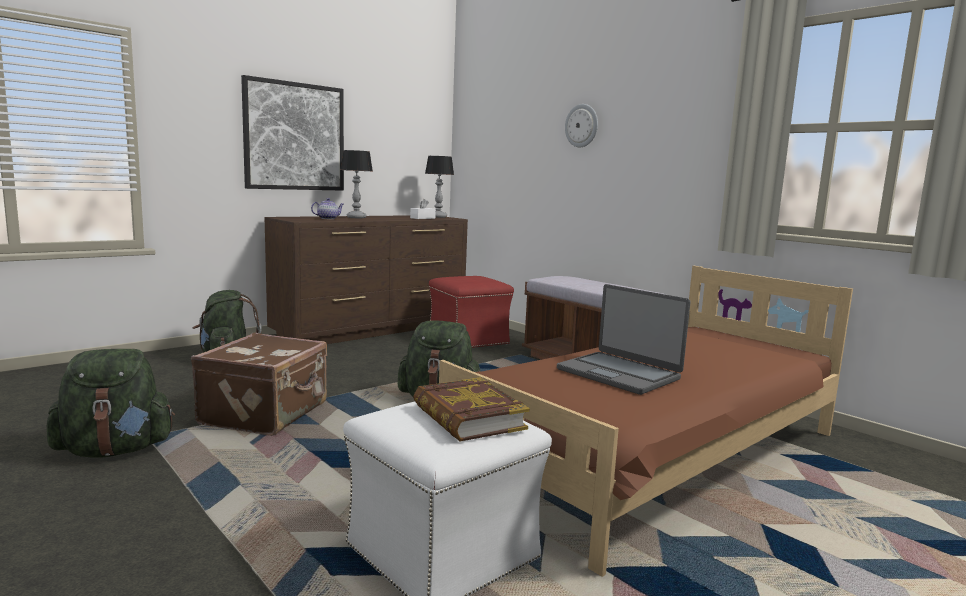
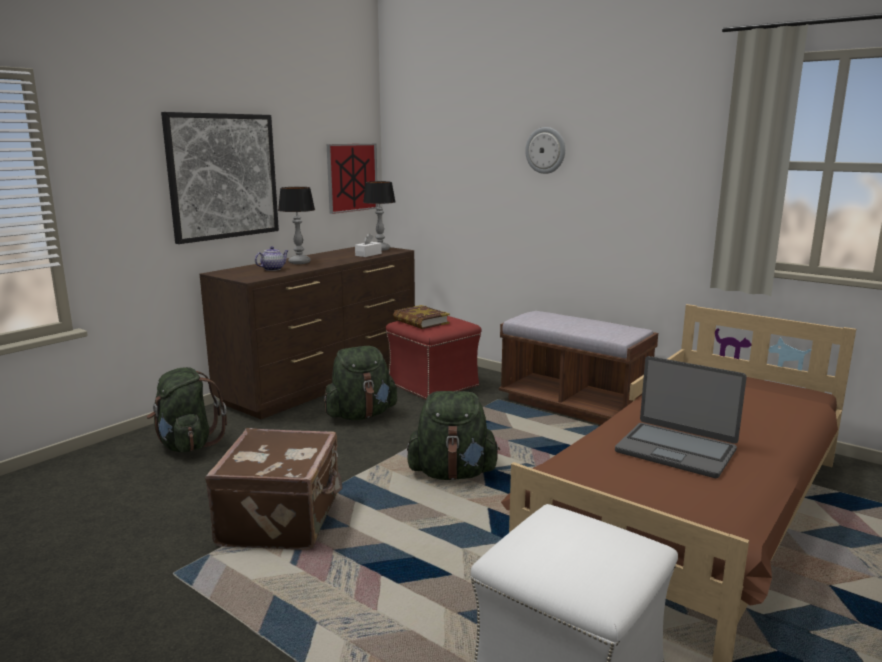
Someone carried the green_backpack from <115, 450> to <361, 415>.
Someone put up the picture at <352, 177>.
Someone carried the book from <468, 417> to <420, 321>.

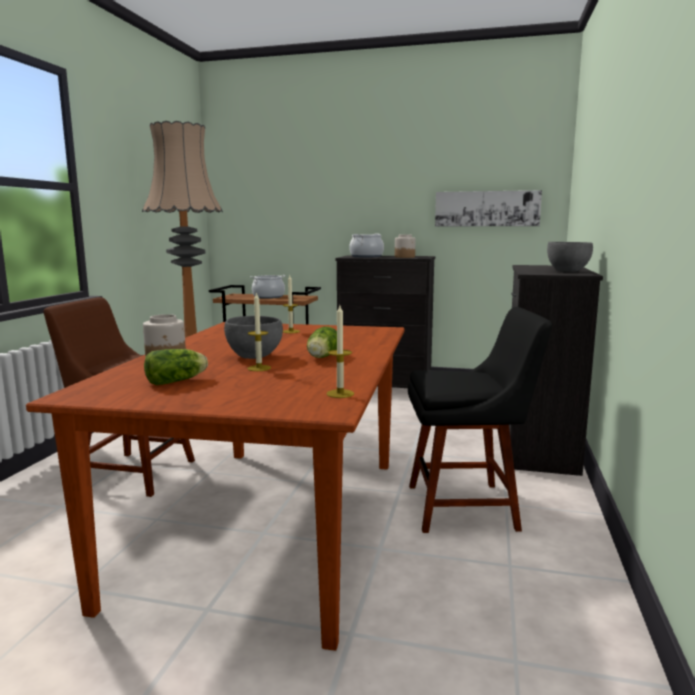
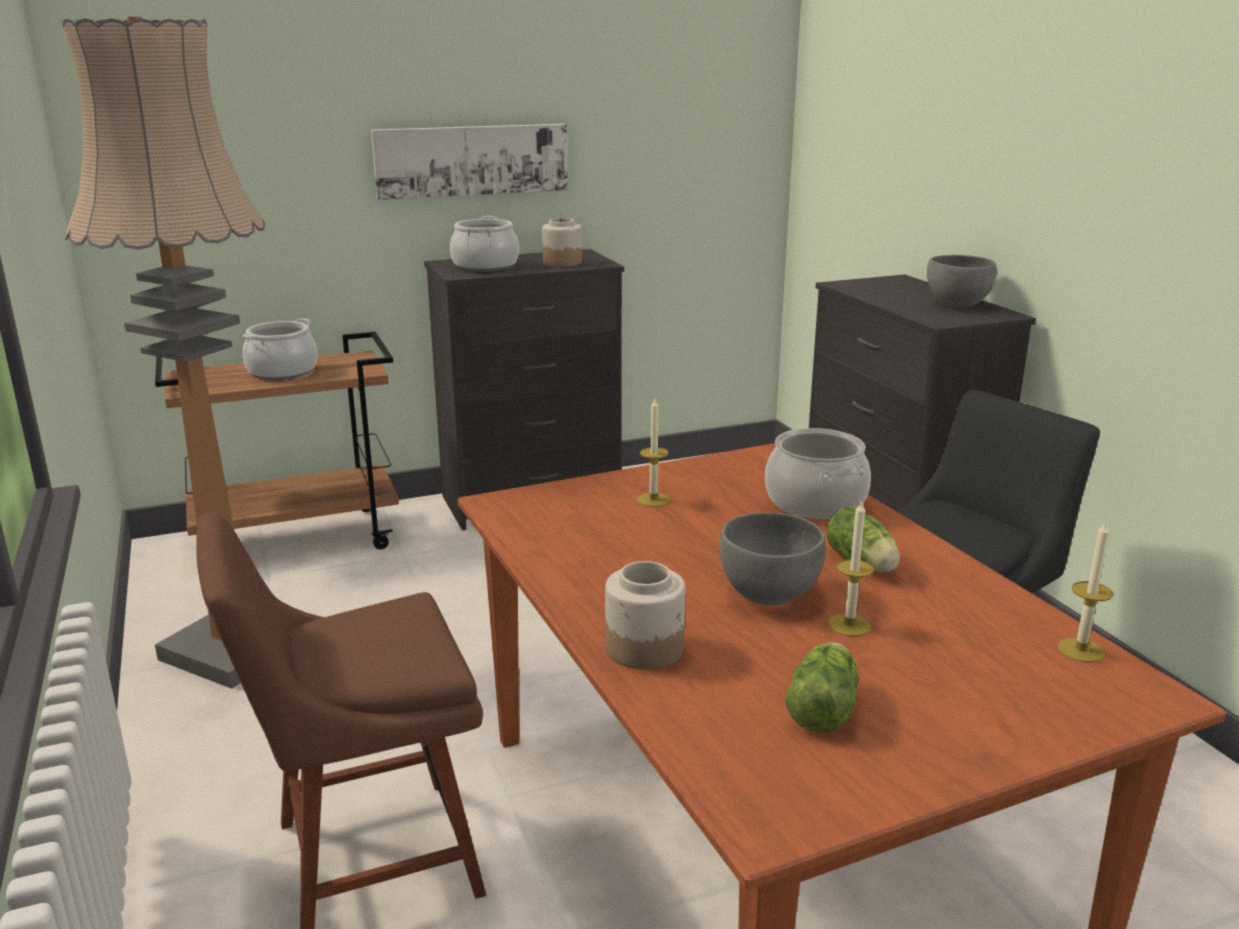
Someone carried the picture from <487, 208> to <472, 160>.
Someone put down the cooking_pot at <814, 502>.

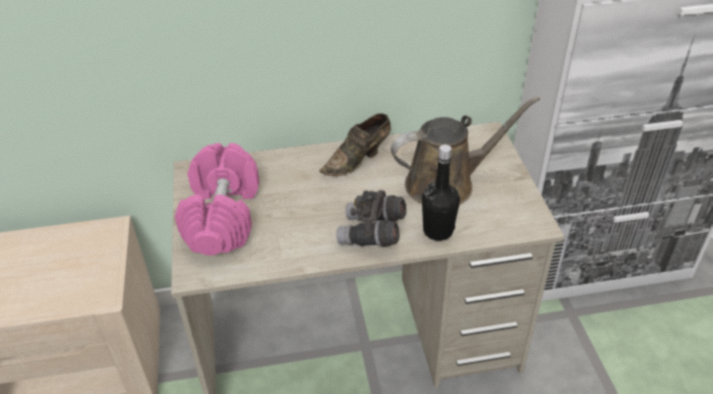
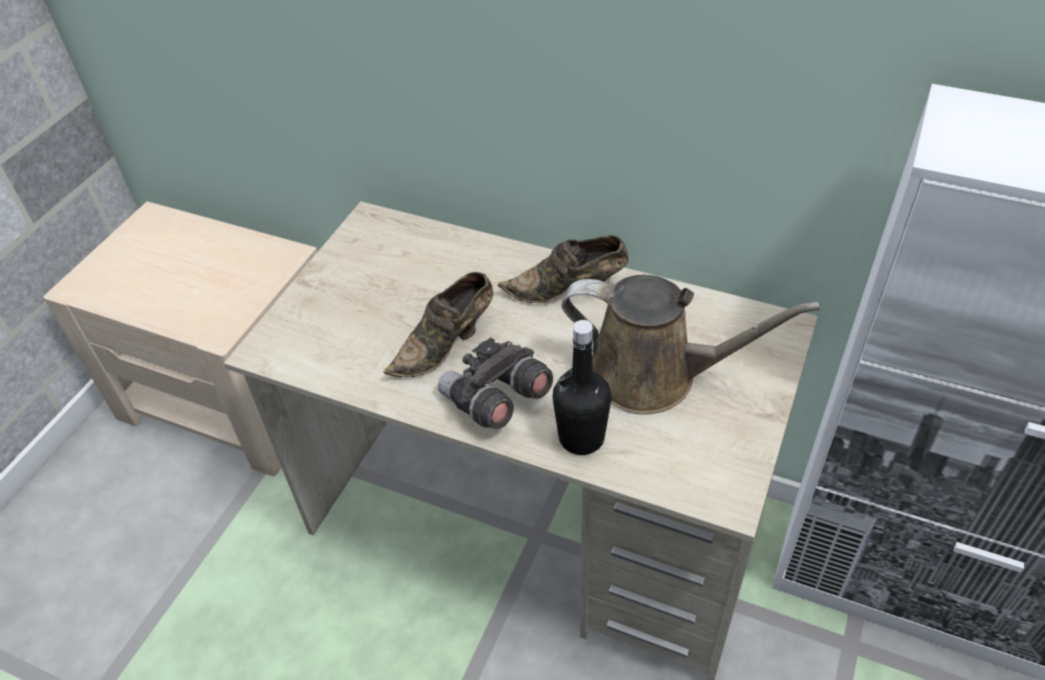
Someone put down the brown_shoe at <446, 345>.
Someone took away the pink_dumbbell at <222, 216>.

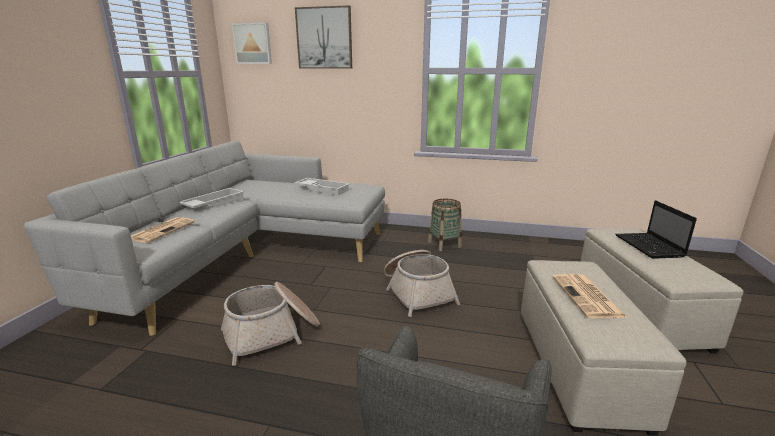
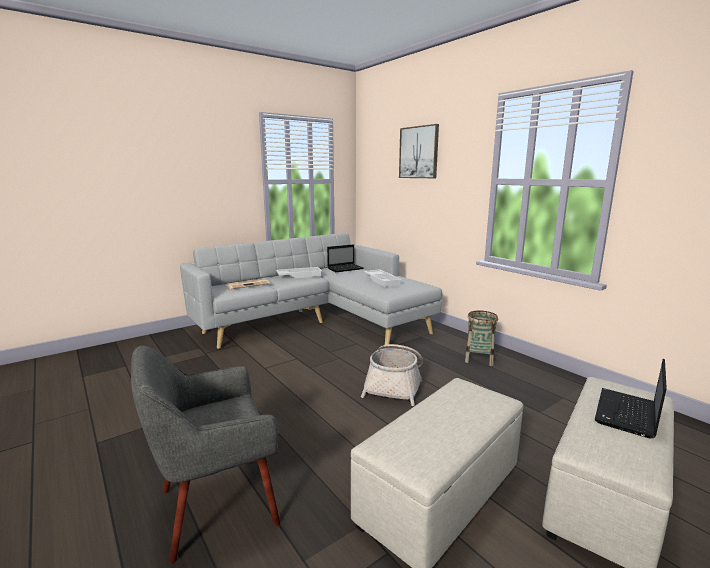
Someone put down the laptop at <346, 268>.
Someone took away the basket at <272, 333>.
Someone took away the picture at <253, 44>.
Someone took away the newspaper at <588, 297>.

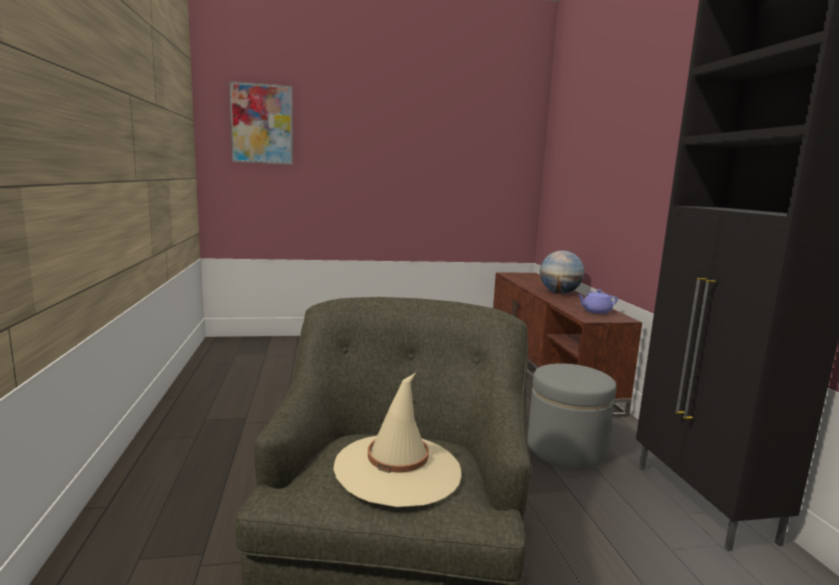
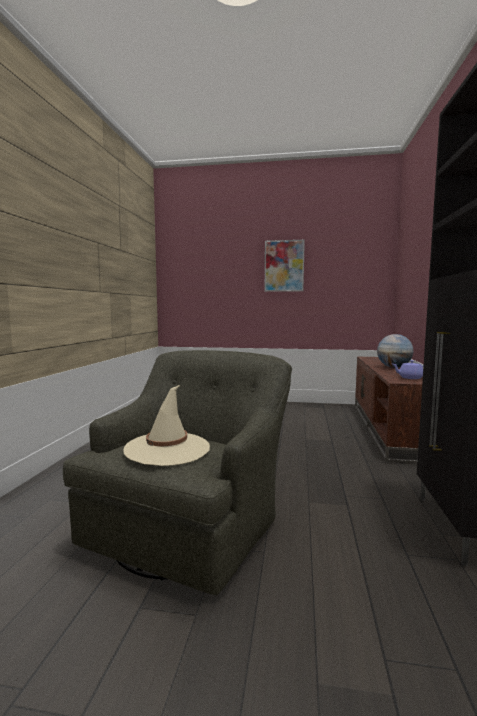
Someone carried the picture from <262, 124> to <284, 266>.
Someone took away the grey_ottoman at <566, 448>.

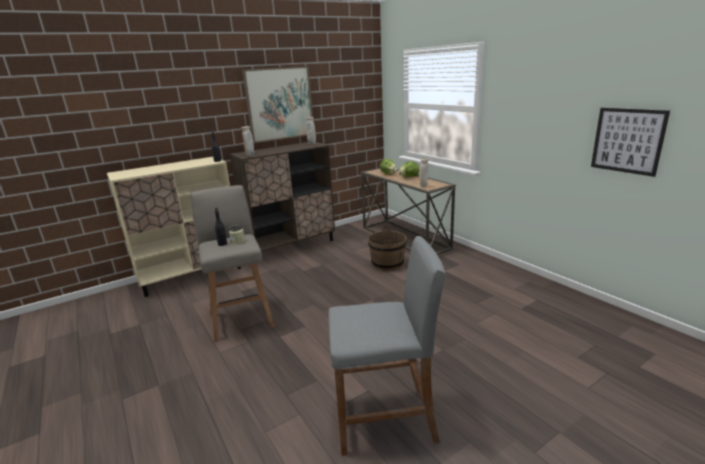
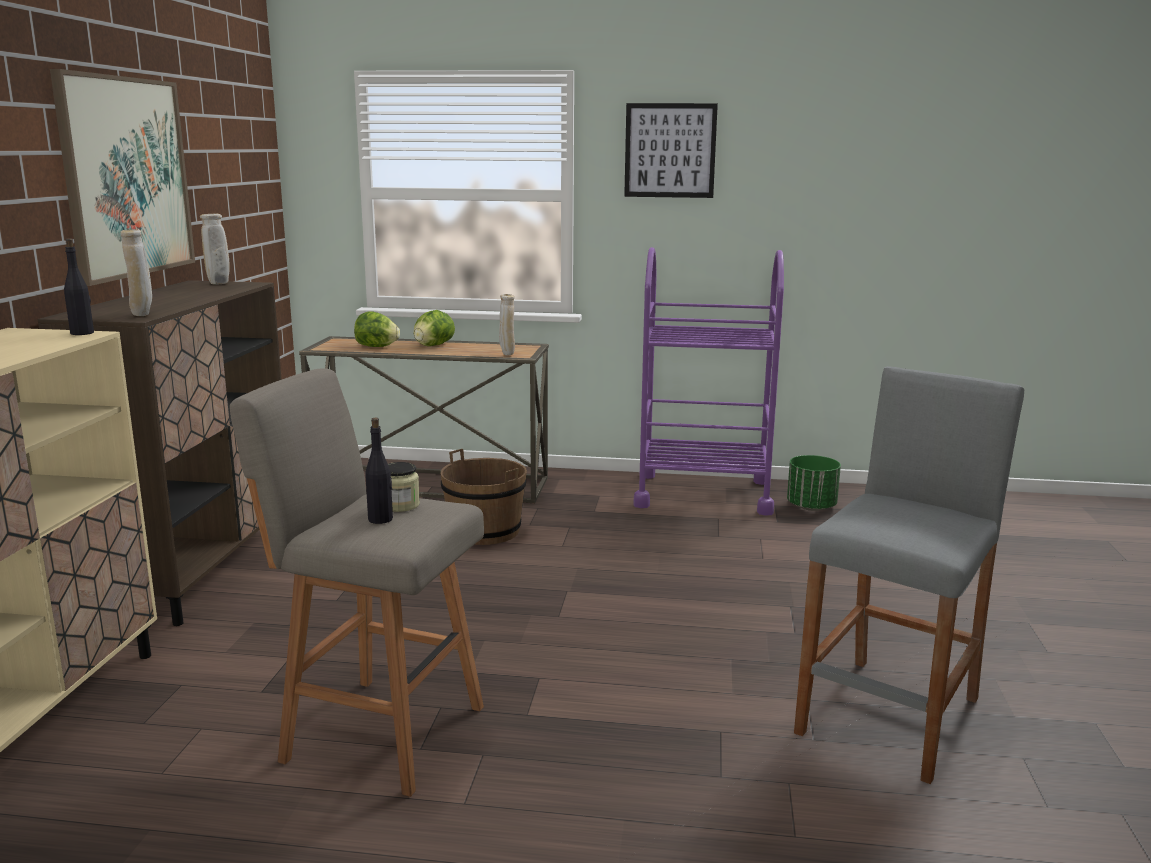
Someone carried the picture from <627, 141> to <670, 150>.
Someone put down the purple_cart at <703, 493>.
Someone put down the green_planter at <811, 507>.

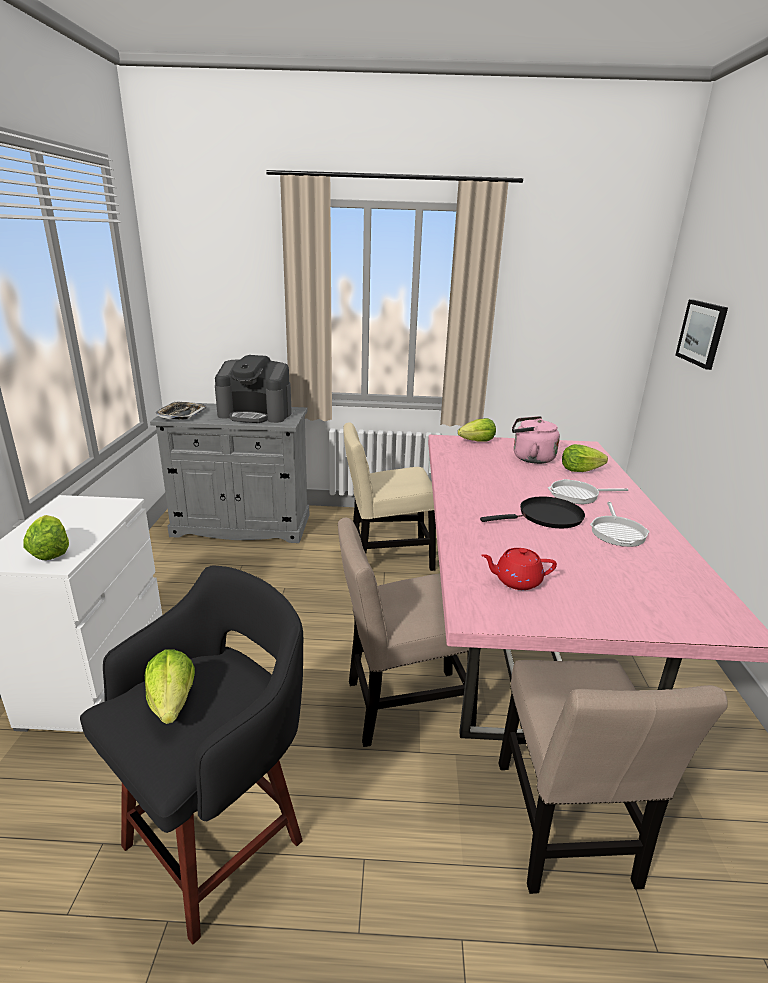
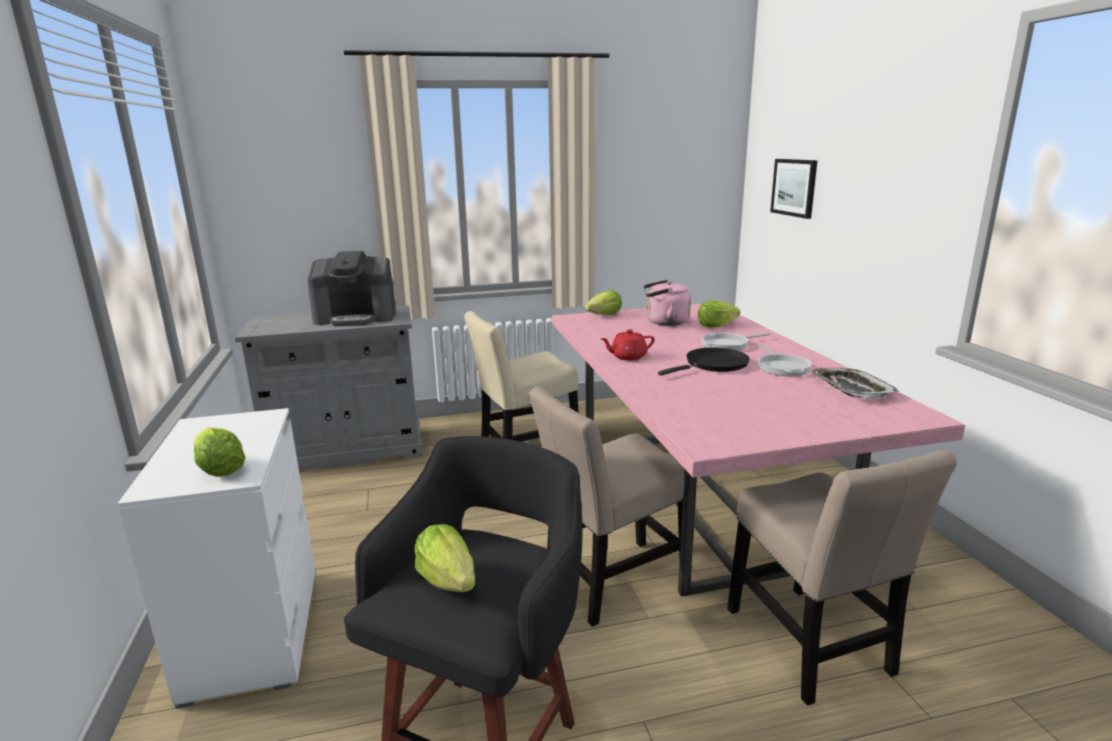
Someone carried the red_teapot from <516, 581> to <627, 357>.
Someone carried the tray from <181, 414> to <850, 388>.

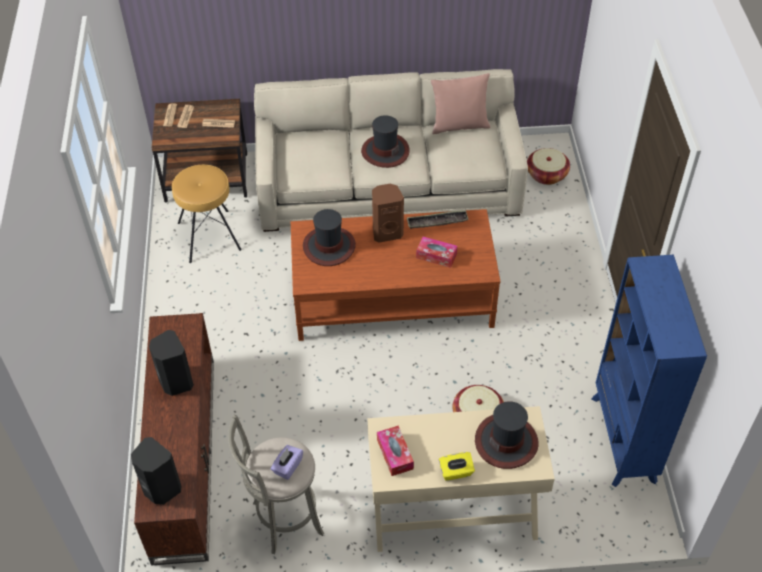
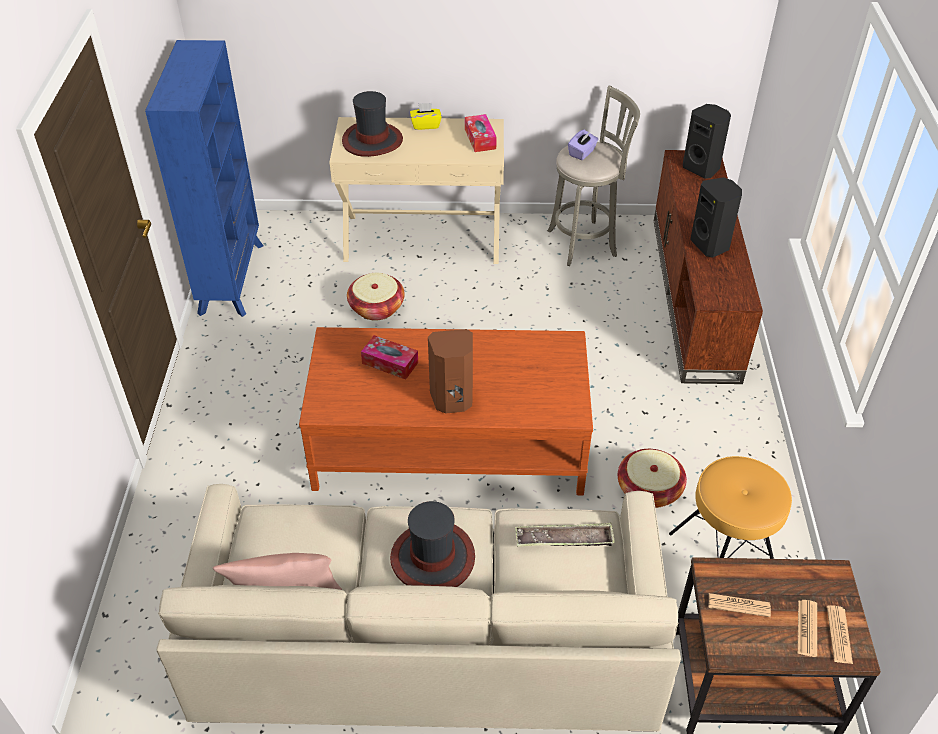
Someone carried the tray from <437, 222> to <564, 539>.
Someone carried the basket from <546, 174> to <649, 490>.
Someone took away the hat at <329, 246>.

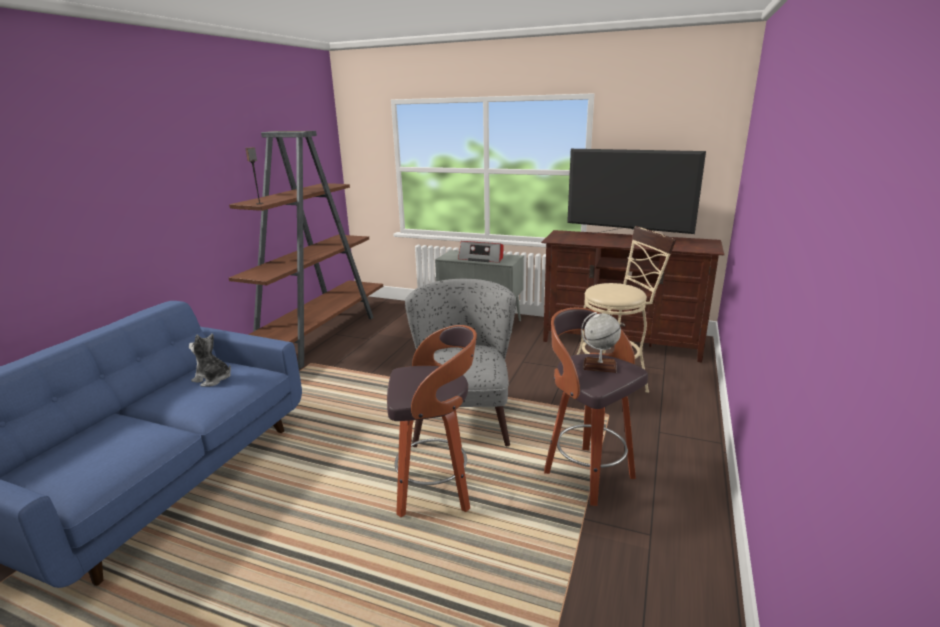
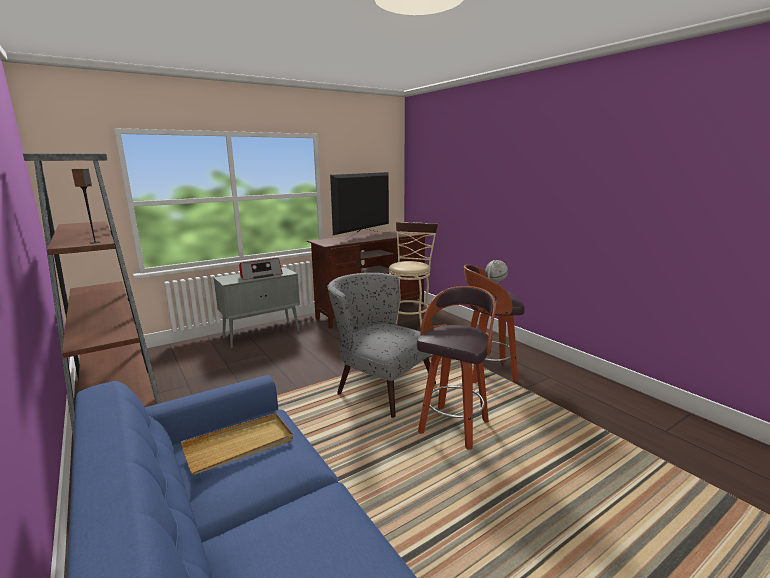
Someone swapped the plush_toy at <213, 379> for the beige_tray at <239, 446>.
Someone rotated the television at <626, 237> by 150 degrees clockwise.

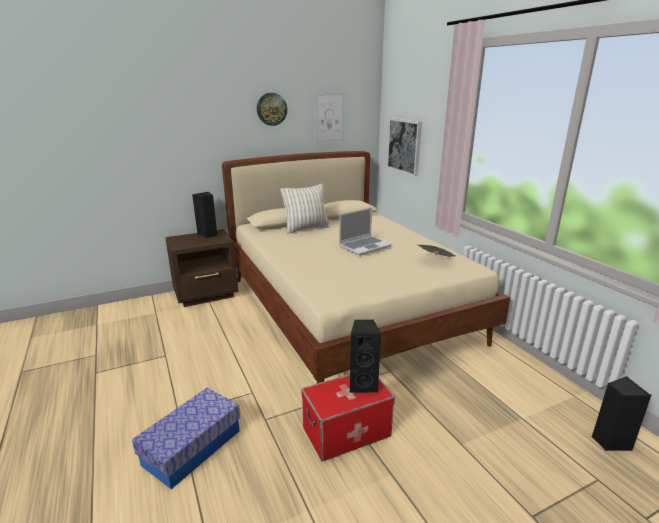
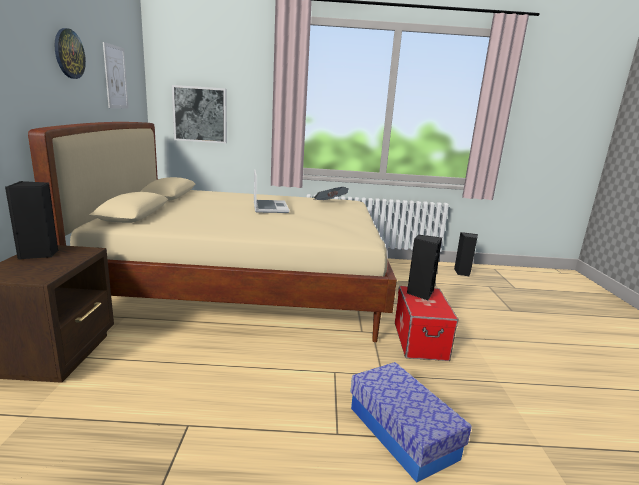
Someone took away the pillow at <306, 228>.

